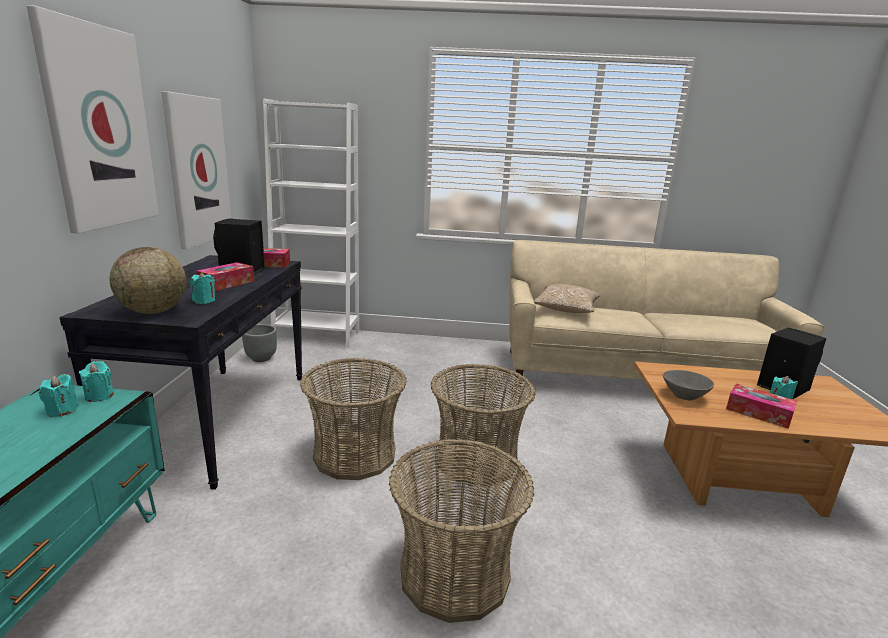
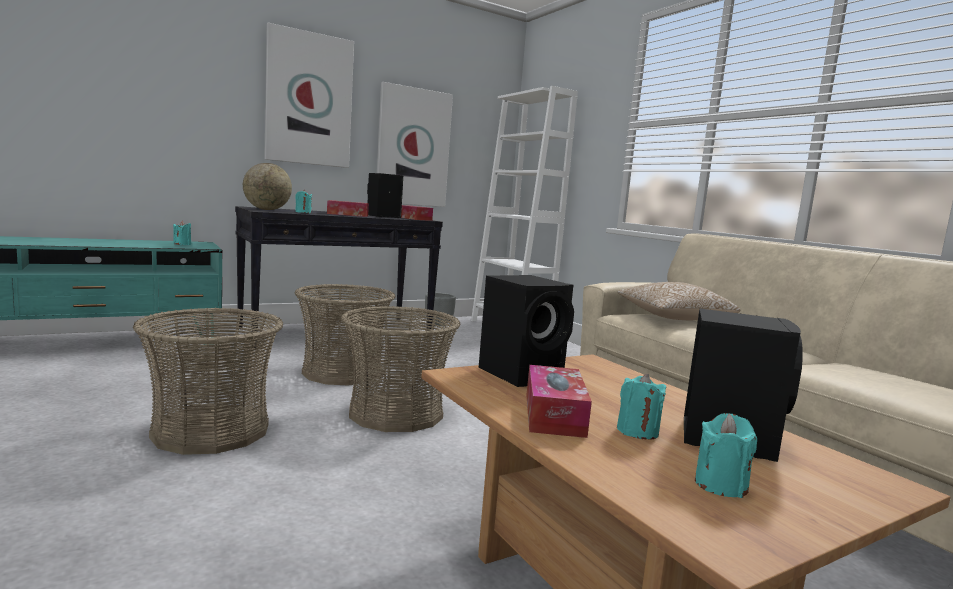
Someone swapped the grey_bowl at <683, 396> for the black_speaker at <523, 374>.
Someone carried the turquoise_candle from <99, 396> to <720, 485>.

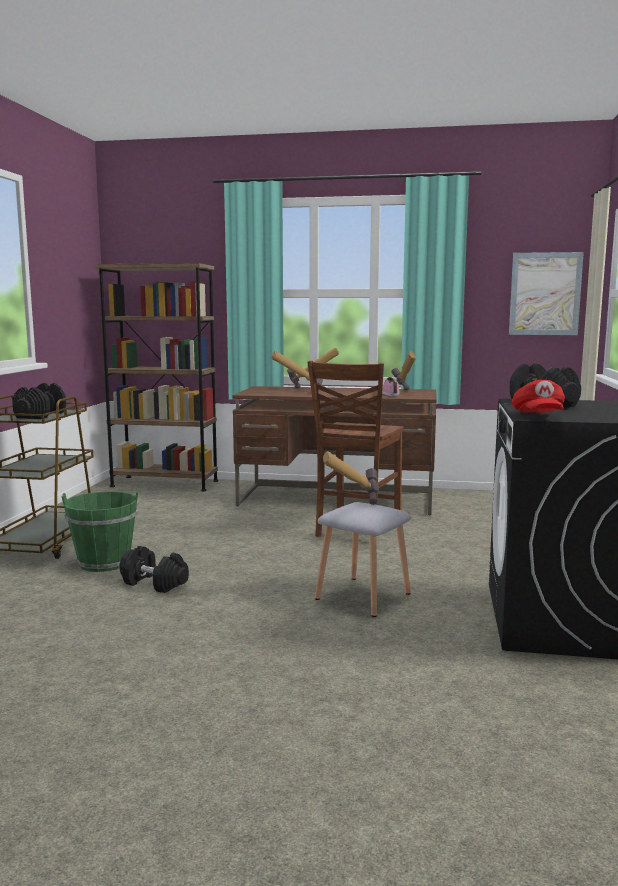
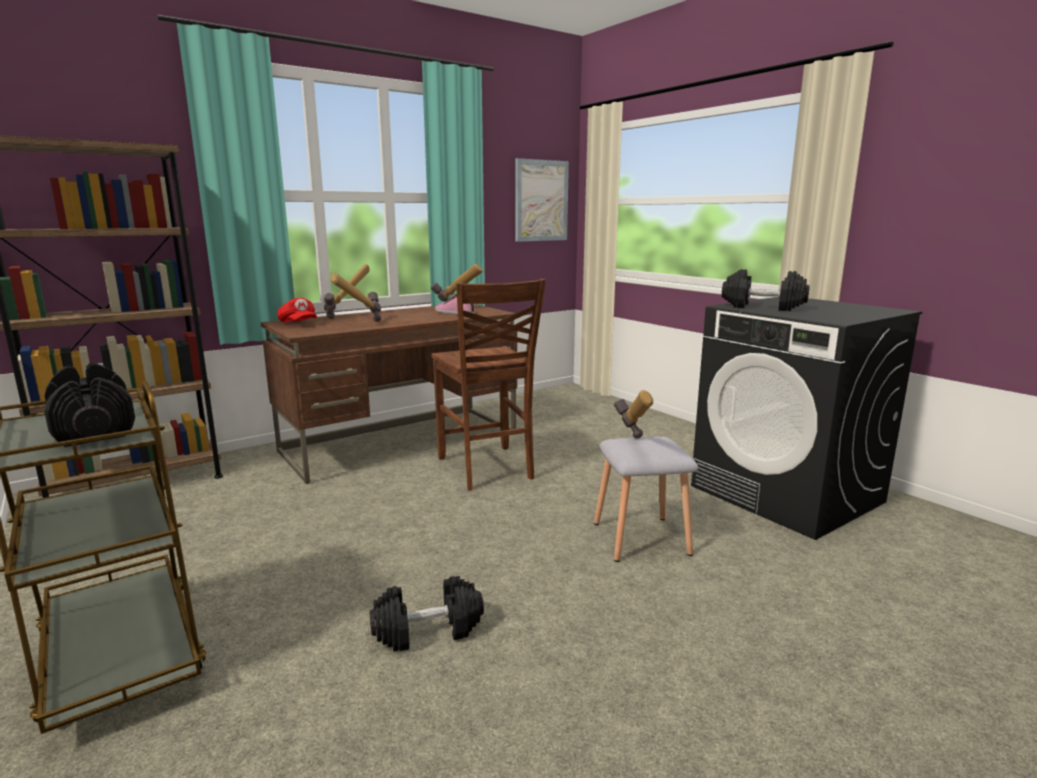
Someone carried the red_cap from <538, 416> to <298, 324>.
Someone took away the green_bucket at <105, 562>.

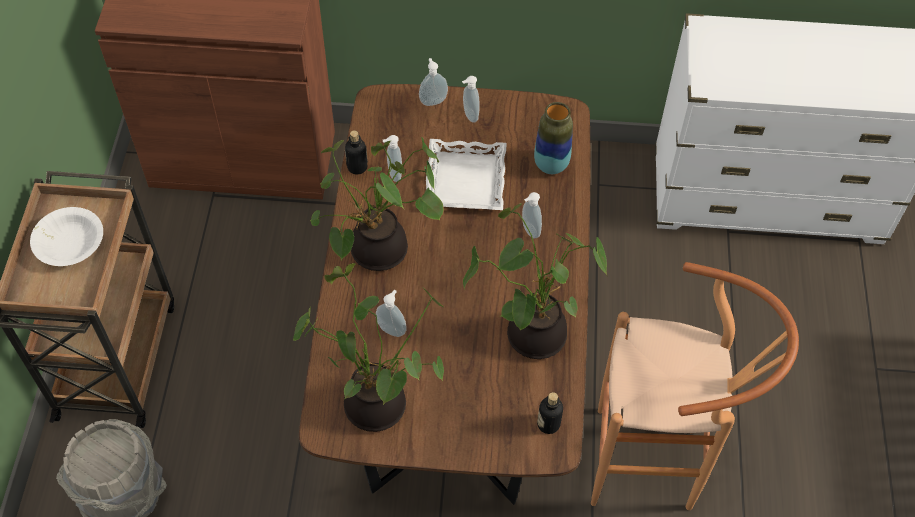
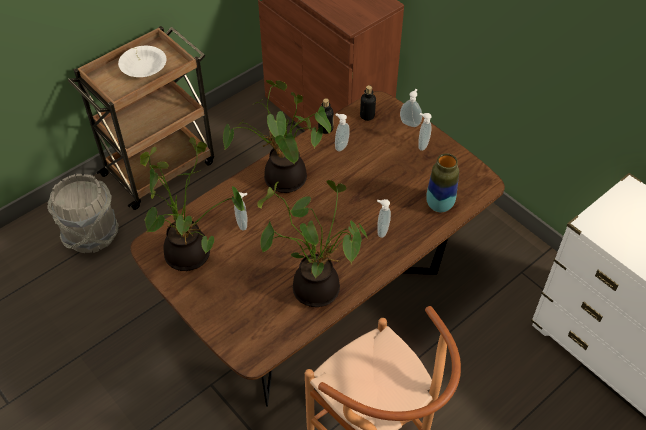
Someone carried the bottle from <548, 424> to <367, 116>.
Someone took away the white_tray at <466, 180>.

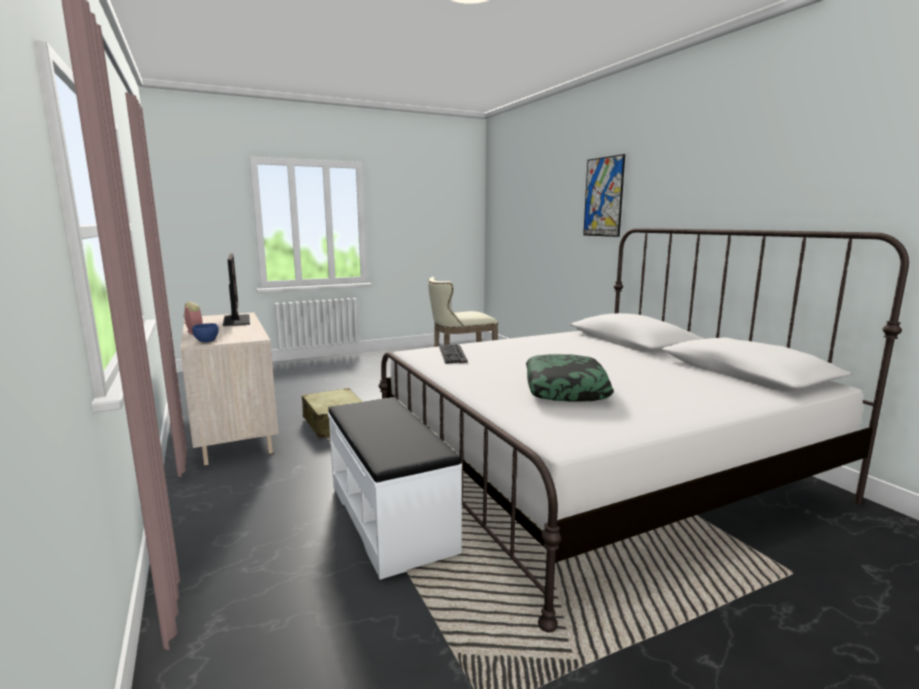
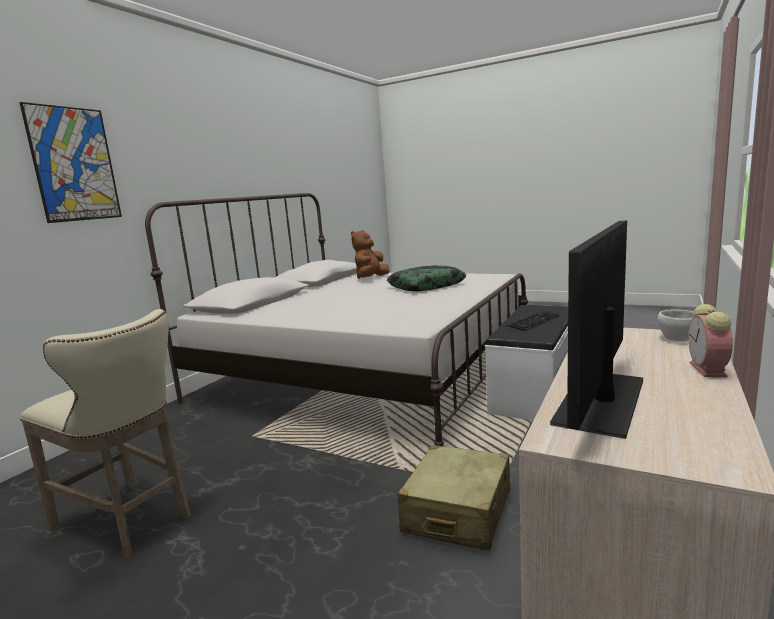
Someone put down the brown_plush_toy at <371, 278>.
Someone carried the keyboard from <453, 354> to <533, 320>.
Someone repainted the blue_bowl at <206, 341>, which became the white_bowl at <680, 338>.

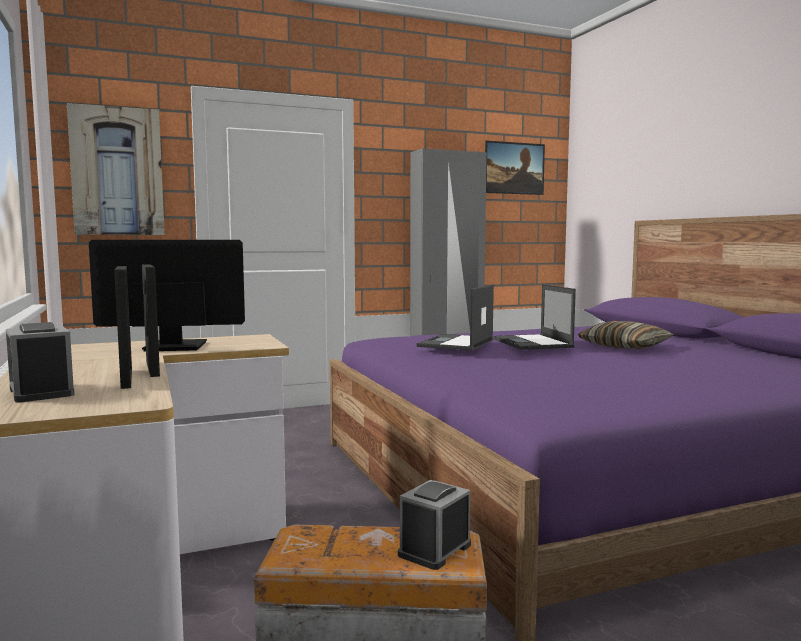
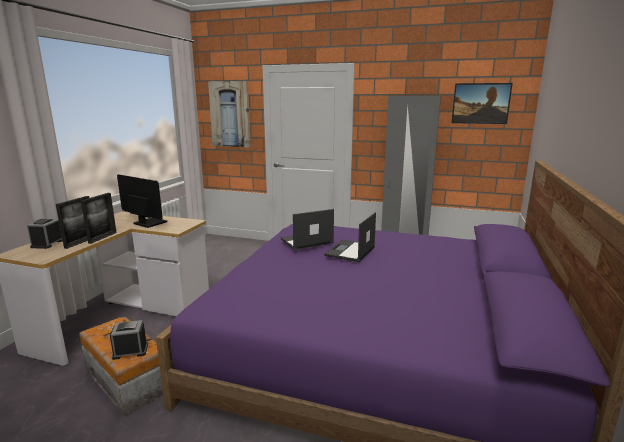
Someone took away the pillow at <624, 347>.

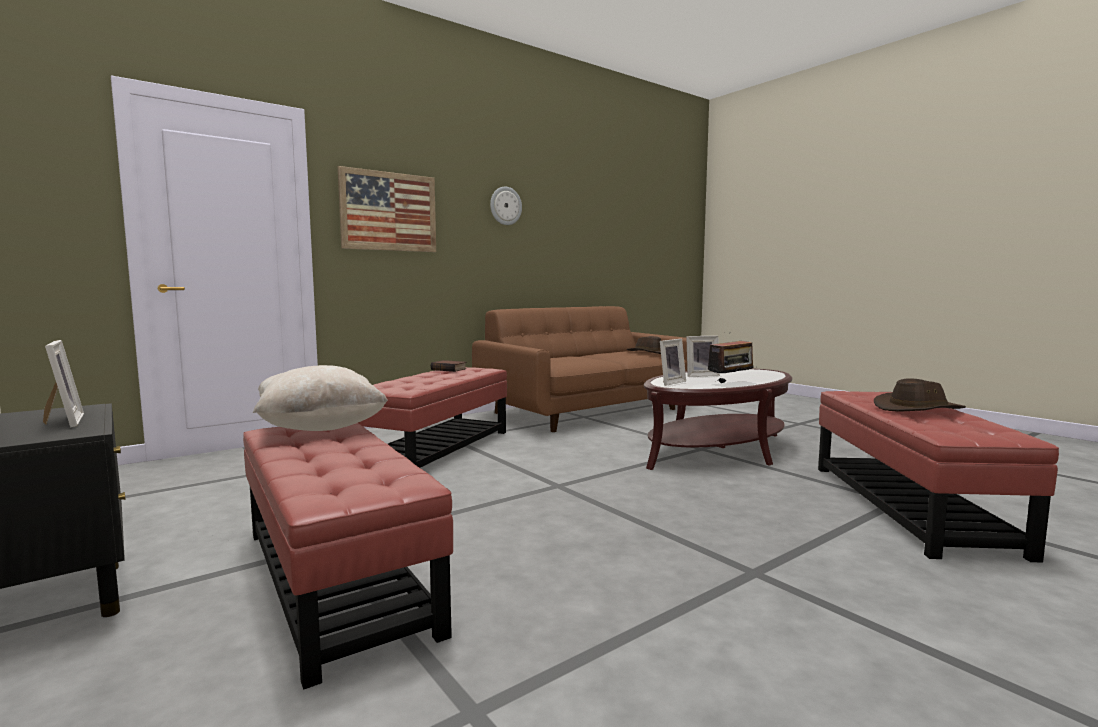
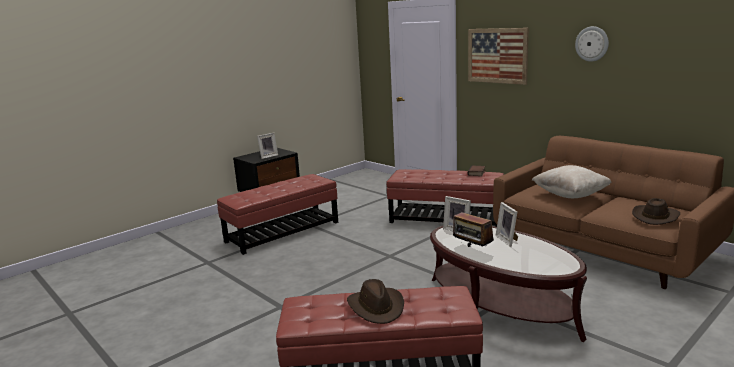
Someone carried the beige_pillow from <321, 428> to <570, 195>.

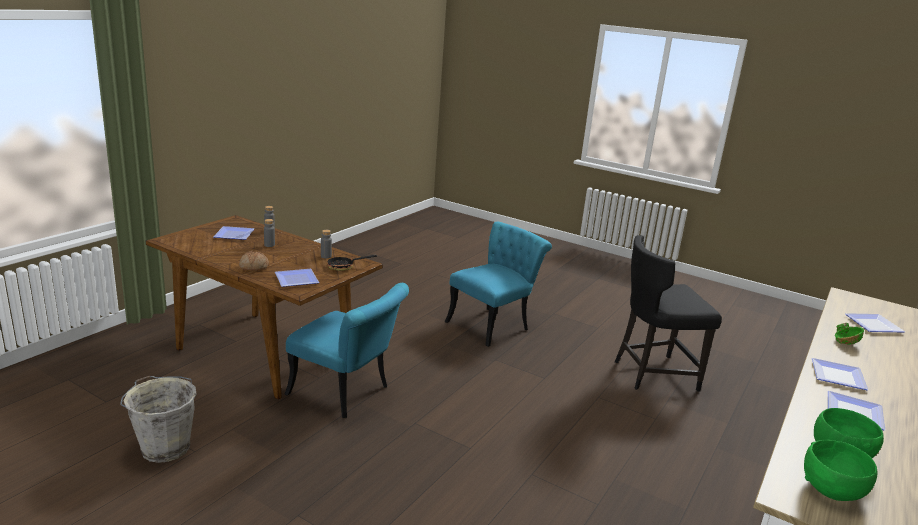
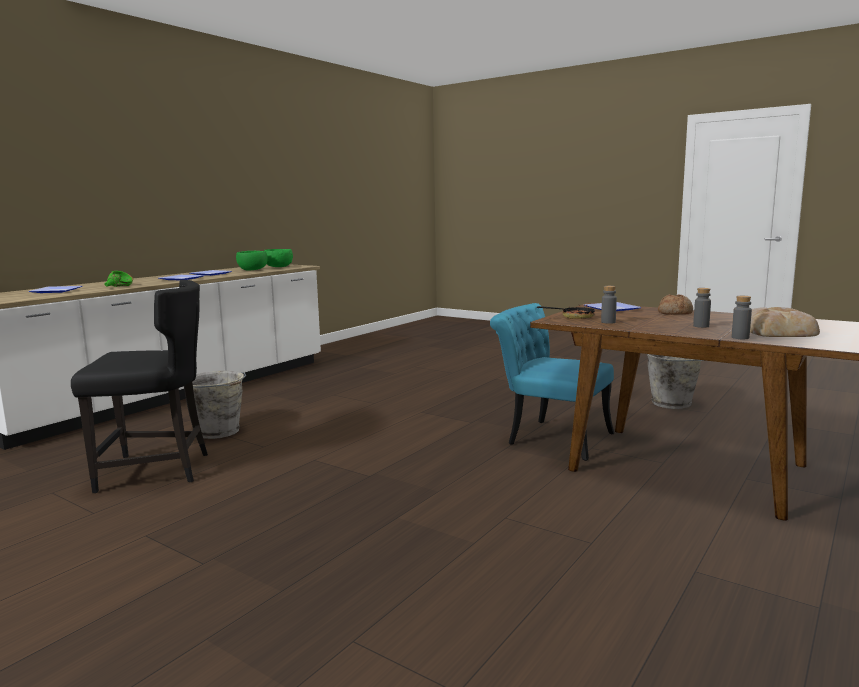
Someone put down the grey_bucket at <219, 432>.
Someone swapped the plate at <232, 235> for the bread at <777, 331>.
Someone took away the turquoise_chair at <493, 324>.

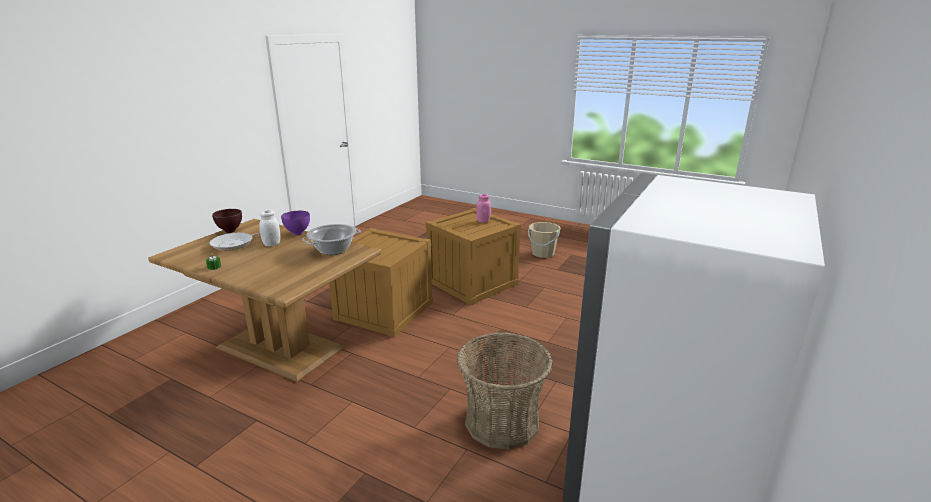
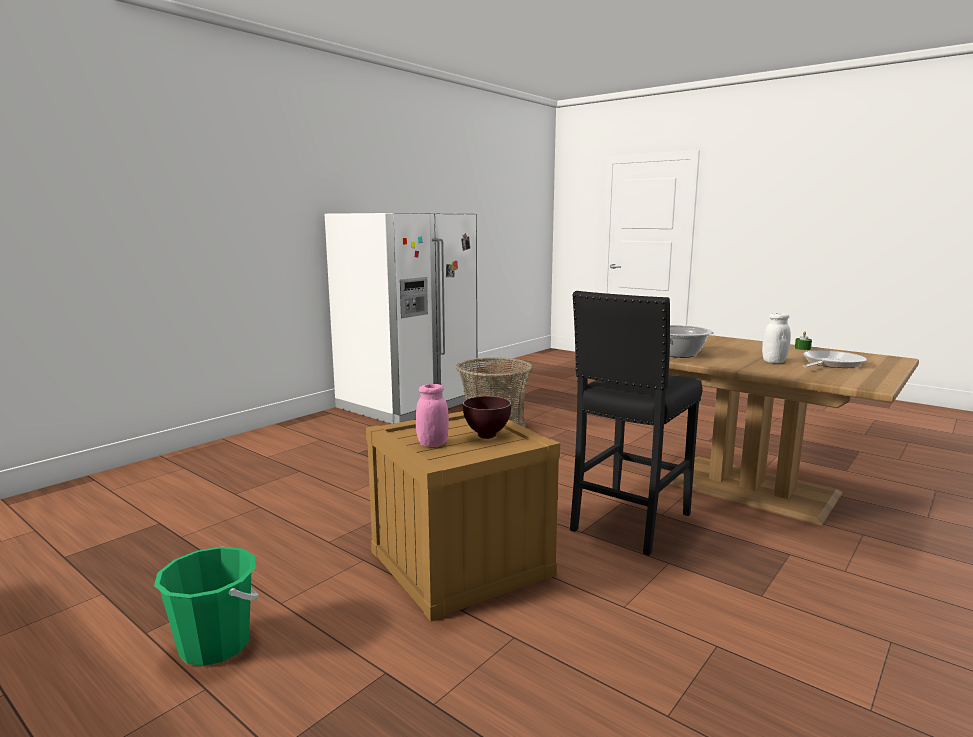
Someone repainted the beige_bucket at <543, 253>, which became the green_bucket at <215, 645>.
Someone carried the brown_bowl from <230, 231> to <487, 436>.
Someone swapped the crate at <384, 311> for the black_stool at <628, 523>.
Someone took away the purple_bowl at <297, 233>.

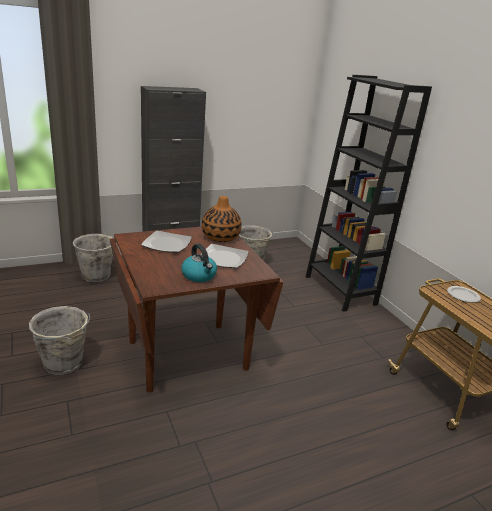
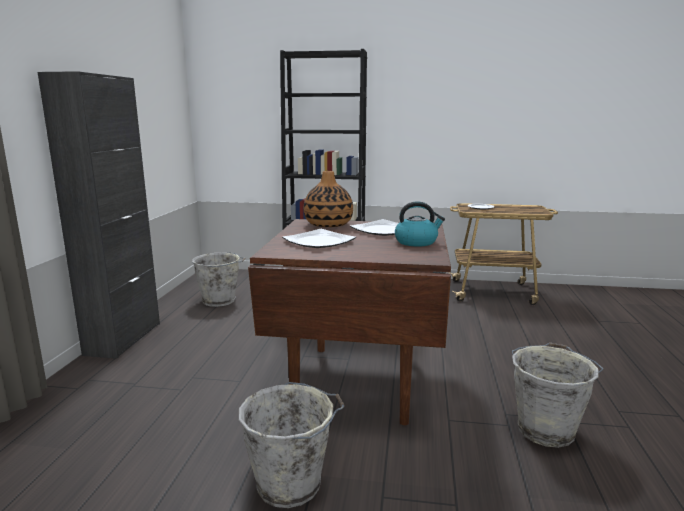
Someone carried the grey_bucket from <97, 276> to <546, 429>.

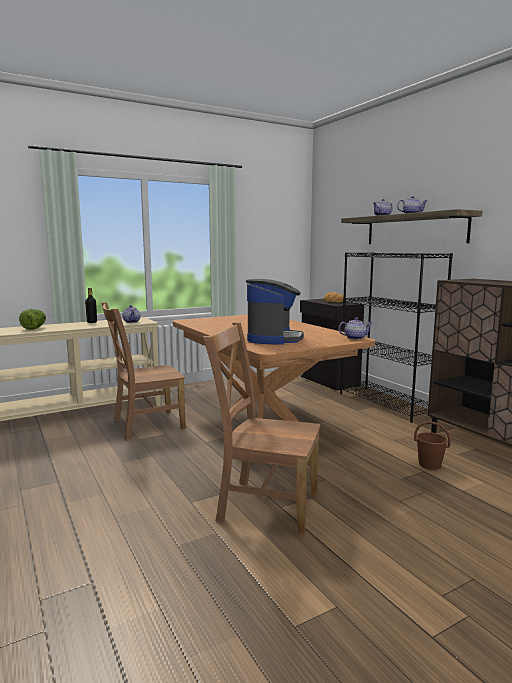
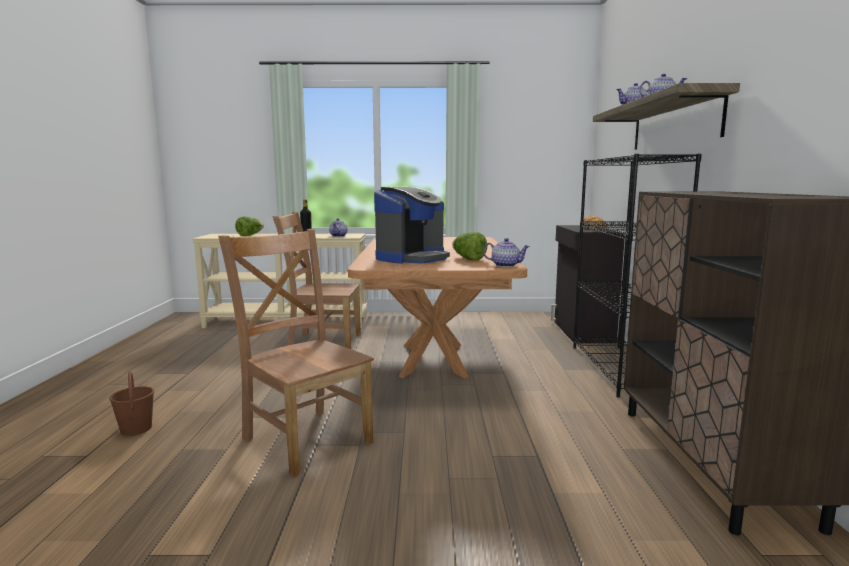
Someone carried the brown_bucket from <430, 465> to <136, 429>.
Someone put down the lettuce at <468, 259>.

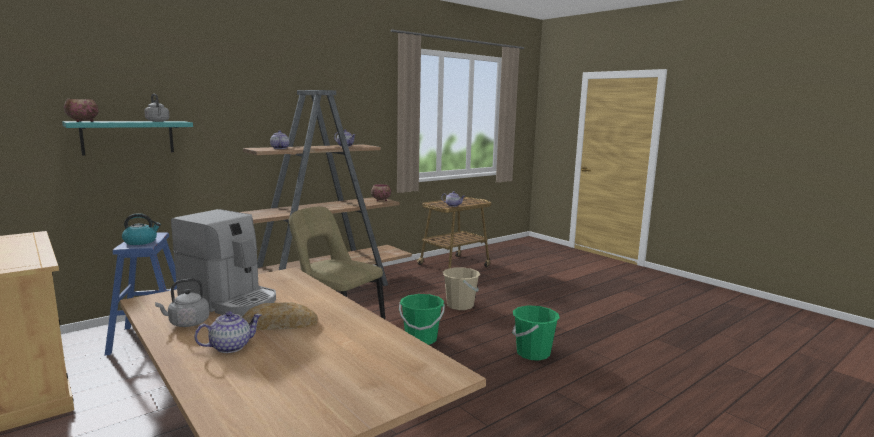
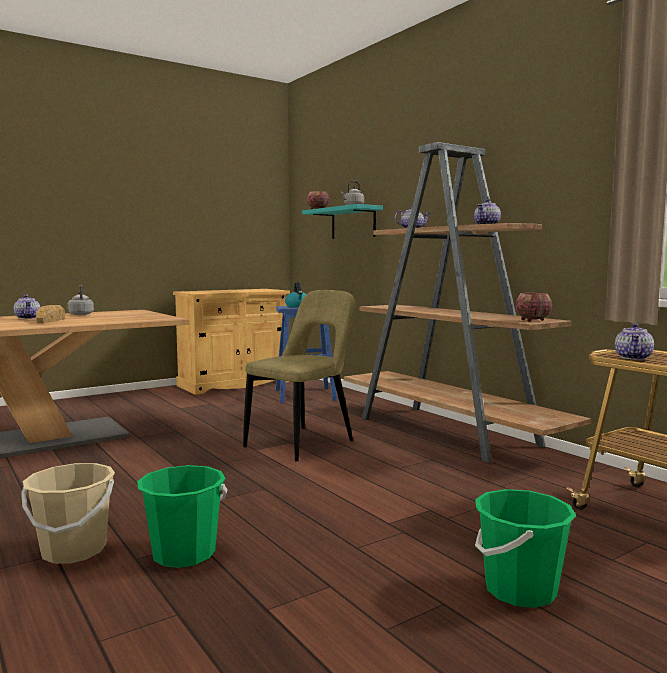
Someone carried the beige_bucket from <460, 305> to <73, 550>.
Someone carried the green_bucket from <421, 339> to <520, 590>.
Someone took away the coffee_machine at <231, 302>.

